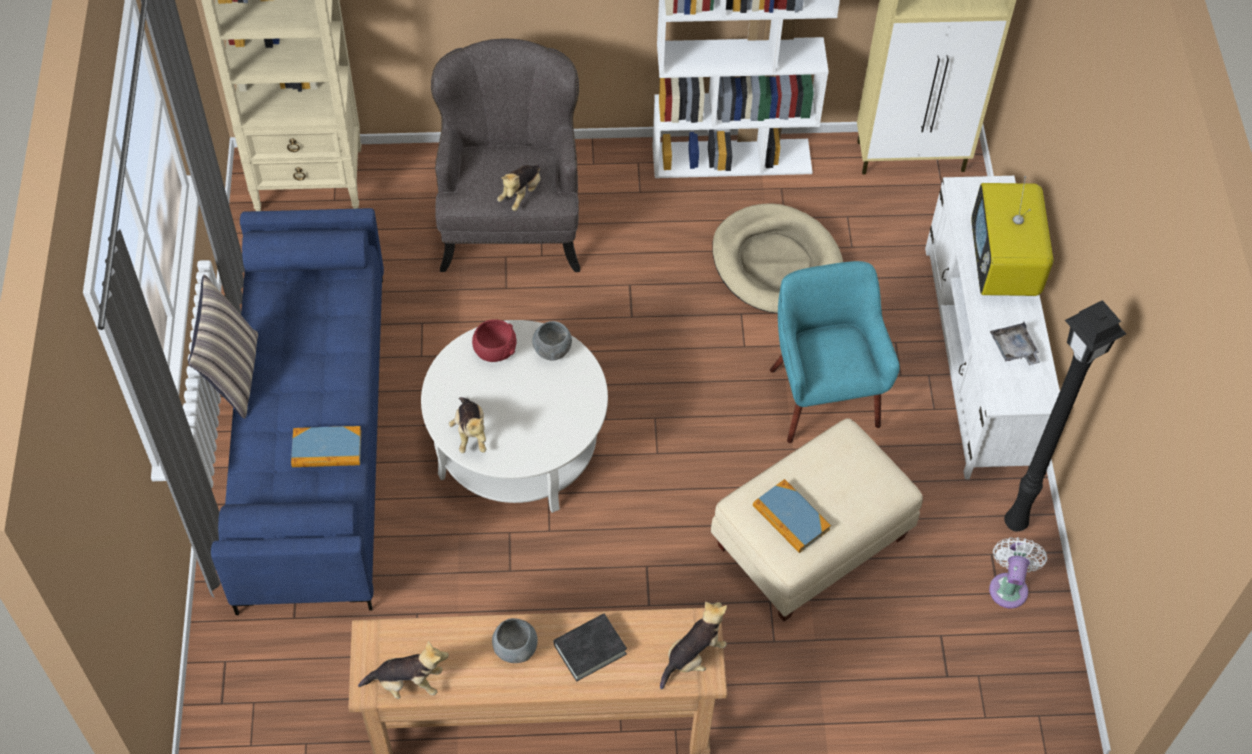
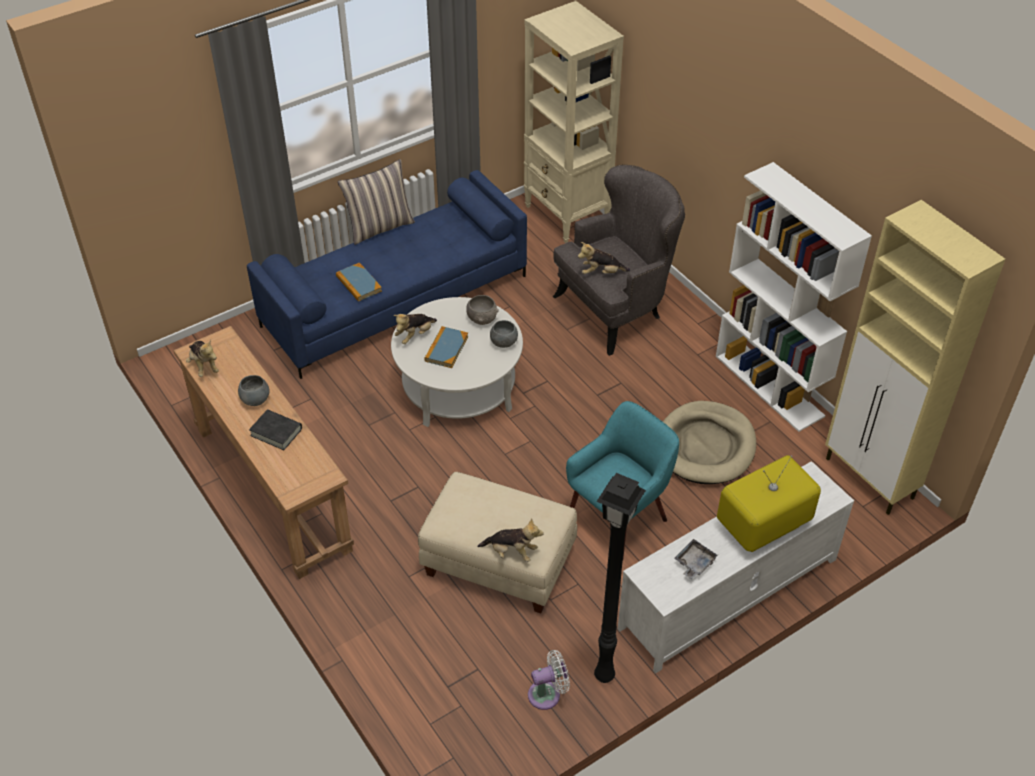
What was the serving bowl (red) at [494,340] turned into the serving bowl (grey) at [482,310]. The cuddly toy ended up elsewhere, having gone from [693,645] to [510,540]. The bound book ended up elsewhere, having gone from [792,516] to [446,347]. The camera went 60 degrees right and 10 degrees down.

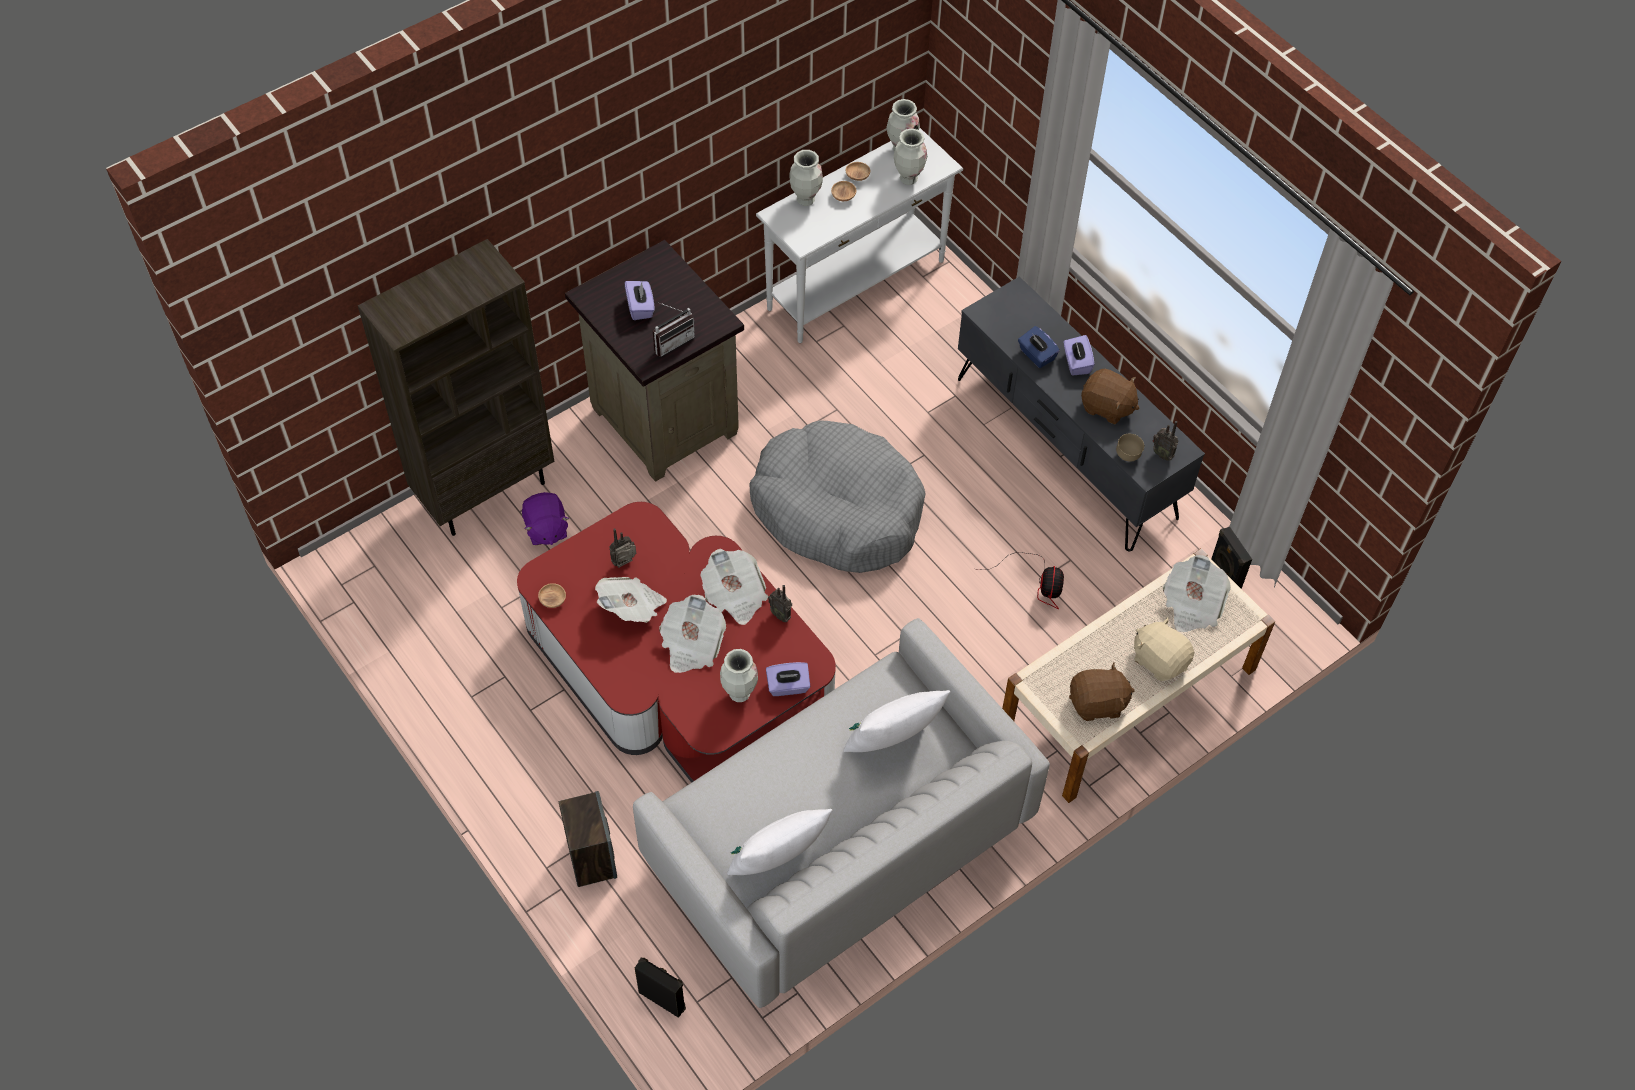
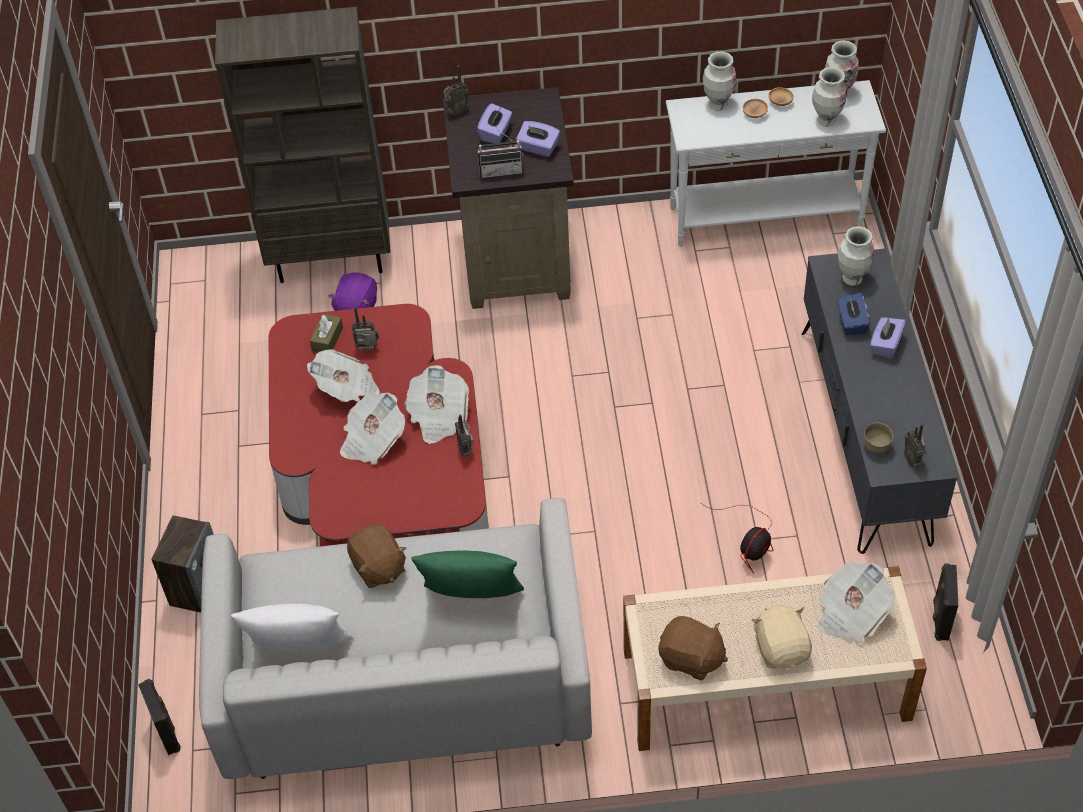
The second view lost the serving bowl (brown) at [552,595]. The decorative vase ended up elsewhere, having gone from [739,675] to [856,256]. The second view lost the pet bed (grey) at [838,497]. The tissue box (purple-coloured) ended up elsewhere, having gone from [788,679] to [538,139]. What was the pillow (white) at [896,721] turned into the pillow (green-coloured) at [467,574]. The cuddly toy (brown) ended up elsewhere, having gone from [1110,397] to [376,556]. The second view gained the tissue box (brown) at [326,333]. The second view gained the radio set at [456,90]. The camera went 35 degrees right and 5 degrees down.

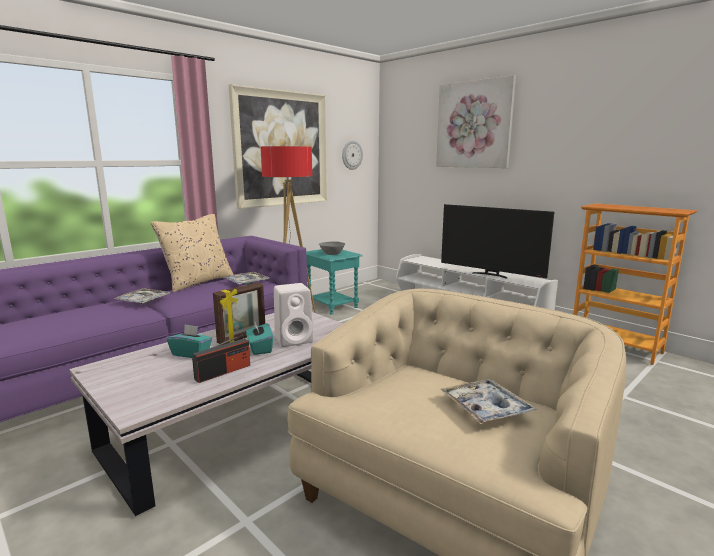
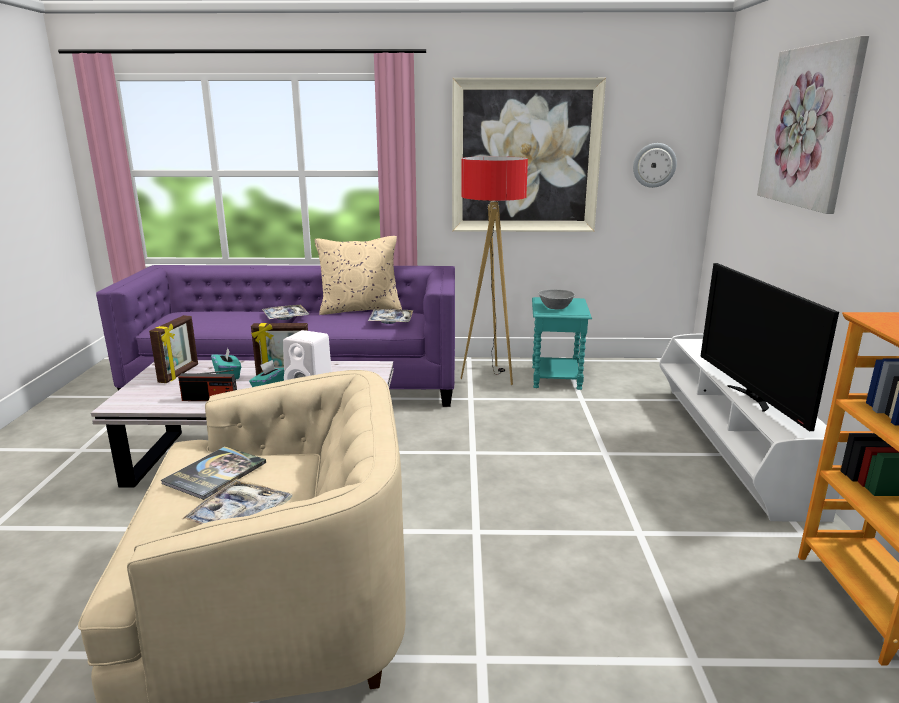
The second view gained the picture frame at [173,349]. The second view gained the bound book at [213,473]. The camera went 45 degrees right and 5 degrees up.

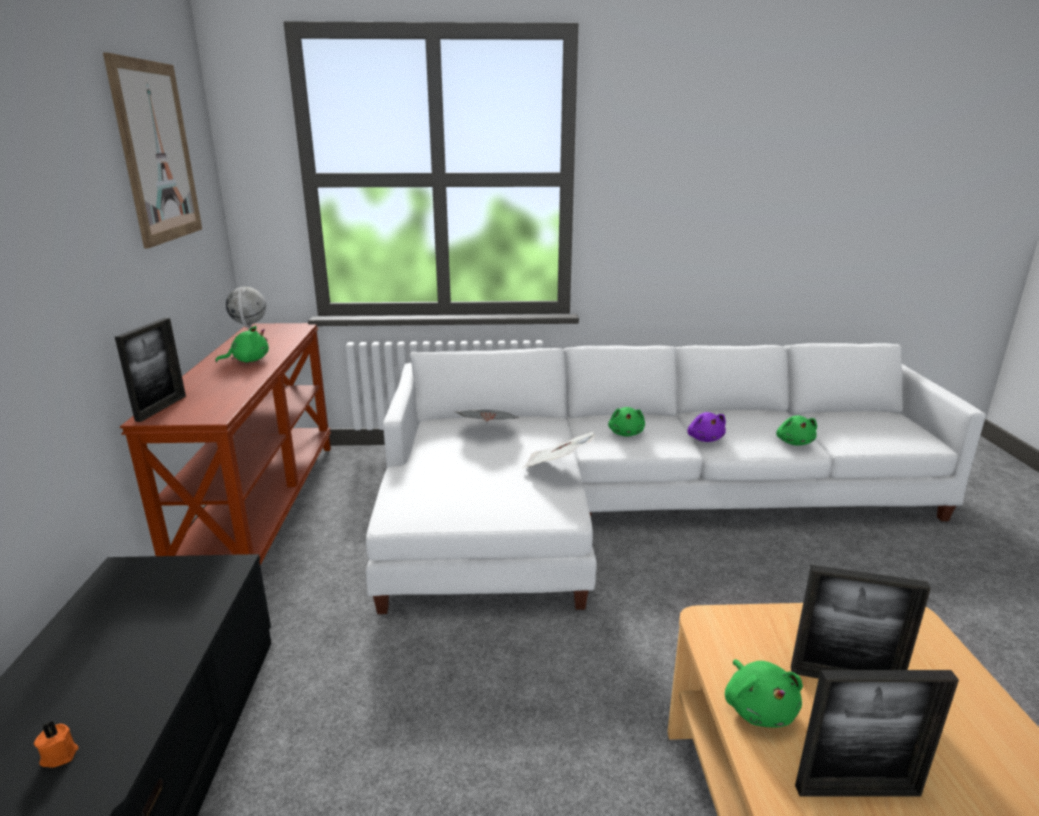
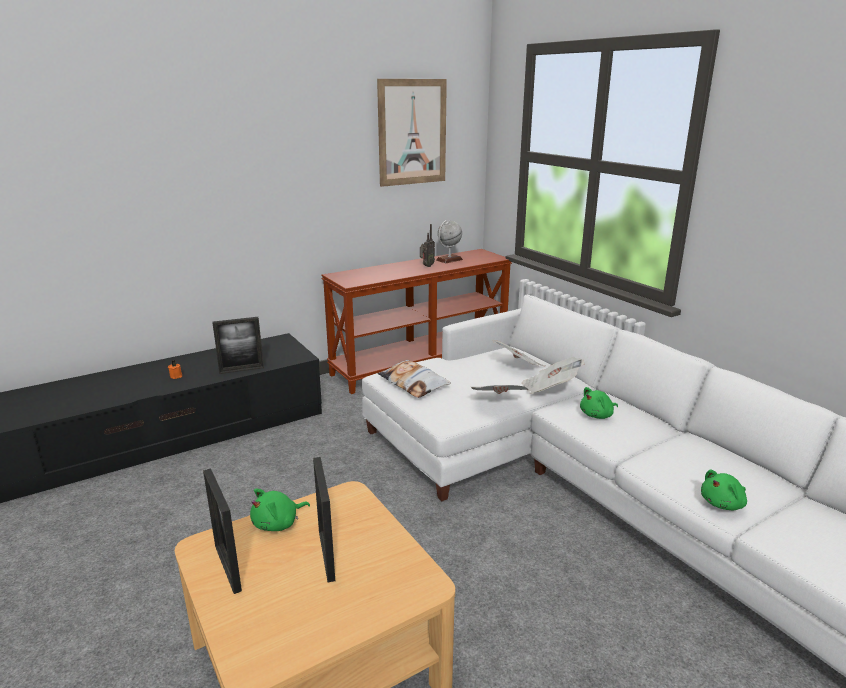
The picture frame ended up elsewhere, having gone from [150,370] to [238,345]. Where the cuddly toy (green-coloured) stood at [242,344], the radio set came to stand at [427,245]. The second view lost the cuddly toy (purple-coloured) at [706,427]. The second view gained the pillow at [414,379]. The second view gained the daily paper at [553,375]. The camera went 60 degrees right and 0 degrees up.

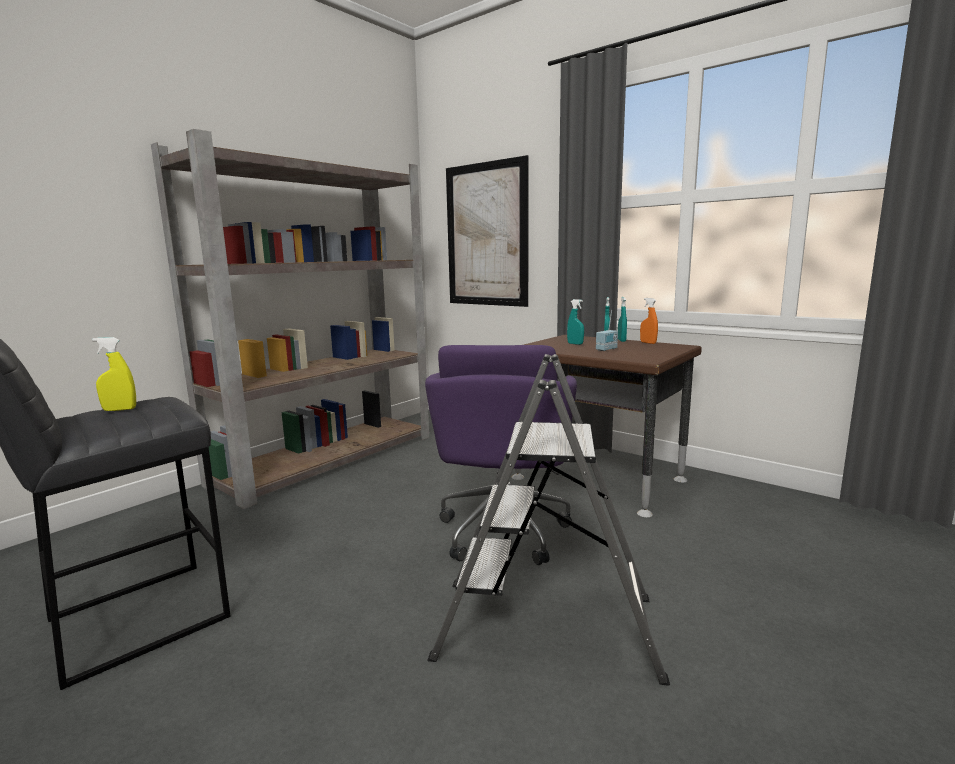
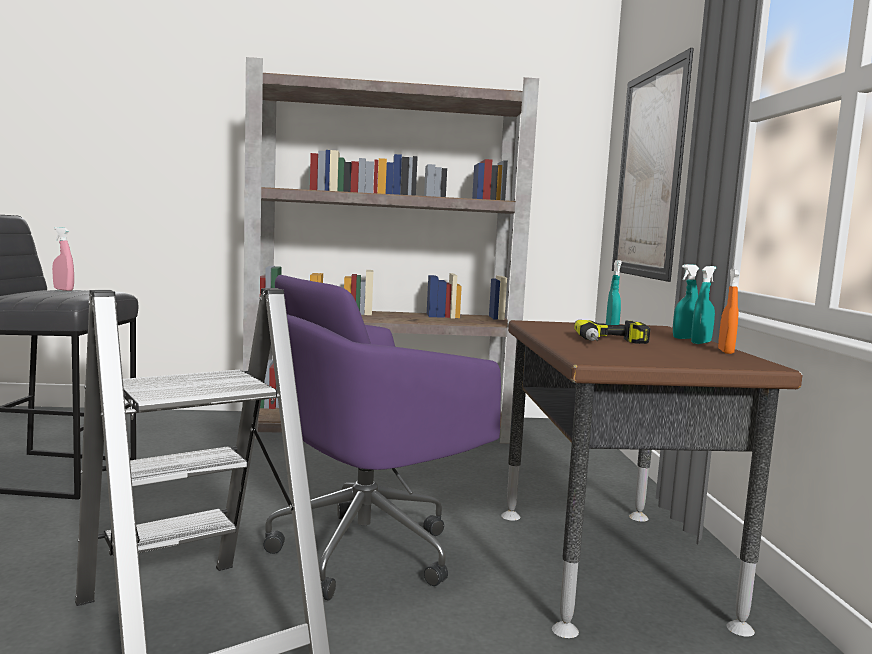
What was the hand sprayer (yellow-coloured) at [114,374] turned into the hand sprayer (pink-coloured) at [63,259]. Where the radio set stood at [607,330], the electric drill came to stand at [612,332]. The camera went 45 degrees right and 5 degrees down.

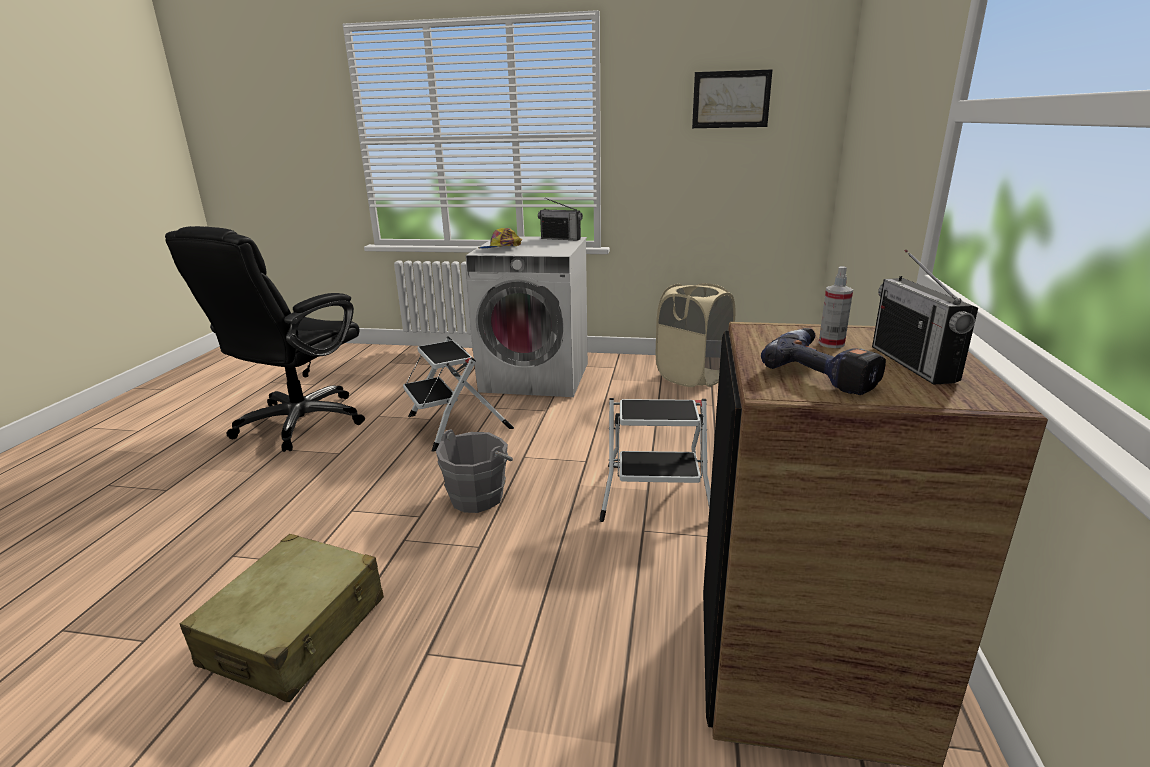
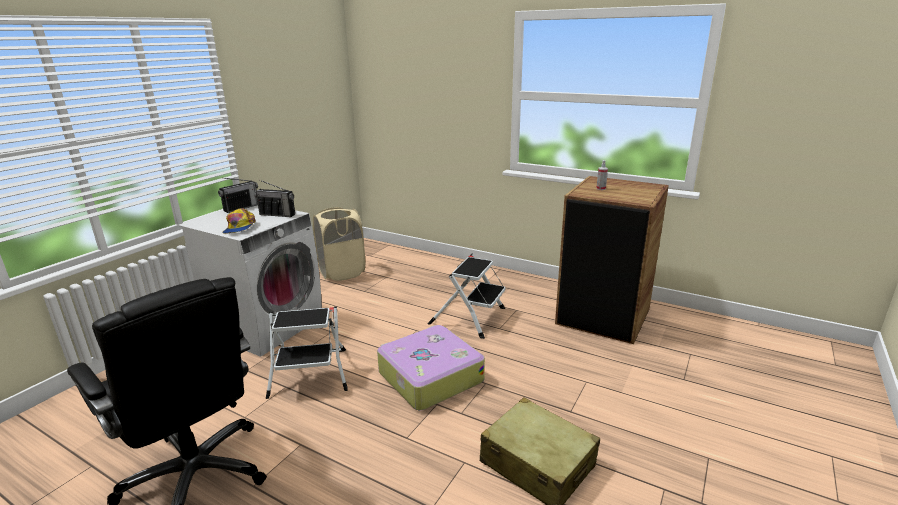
Where the bucket (grey) stood at [474,471], the travel case came to stand at [431,367]. The second view lost the wall art at [732,98]. The second view lost the electric drill at [823,361]. The radio set ended up elsewhere, having gone from [925,317] to [274,198]. The camera went 70 degrees left and 0 degrees up.

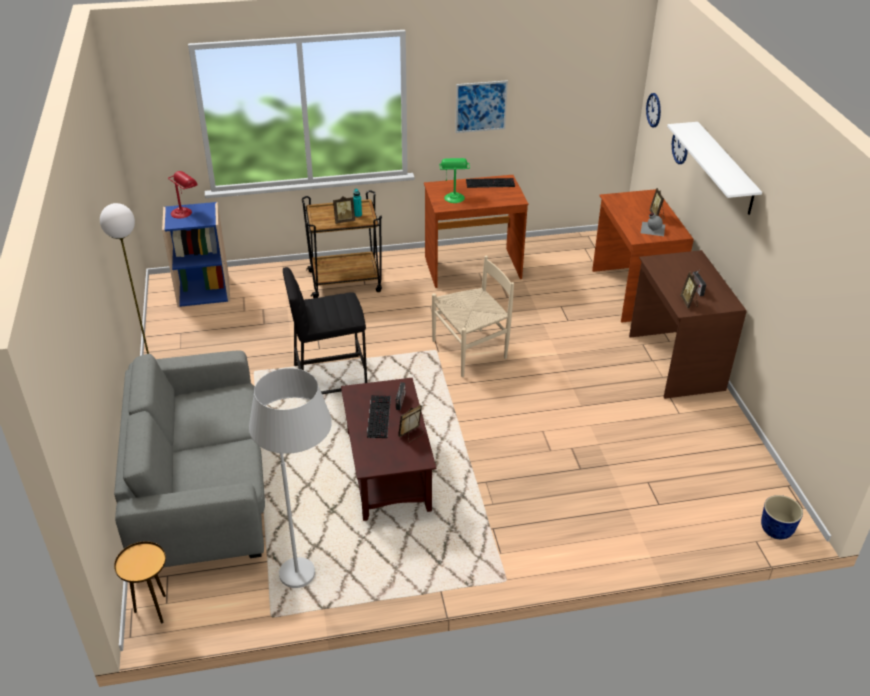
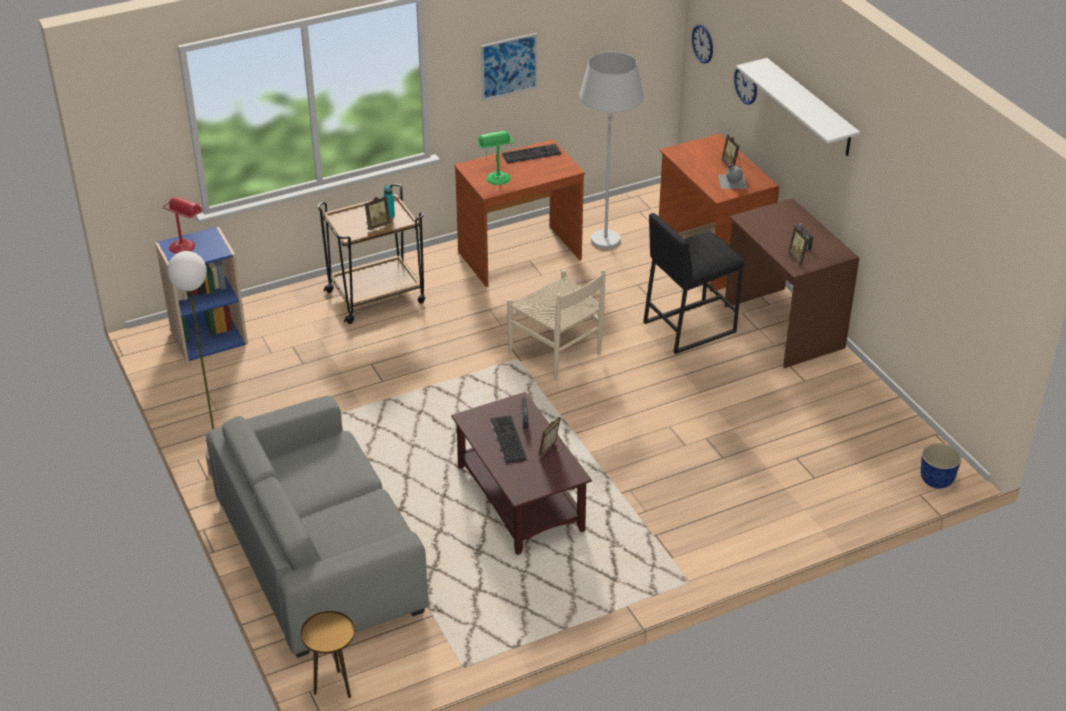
The floor lamp (white) ended up elsewhere, having gone from [290,478] to [611,150]. The stool seat (blackish) ended up elsewhere, having gone from [325,330] to [693,283]. The plain chair (beige) at [473,316] ended up facing another way, 90 degrees clockwise from before. The camera went 15 degrees left and 0 degrees up.

